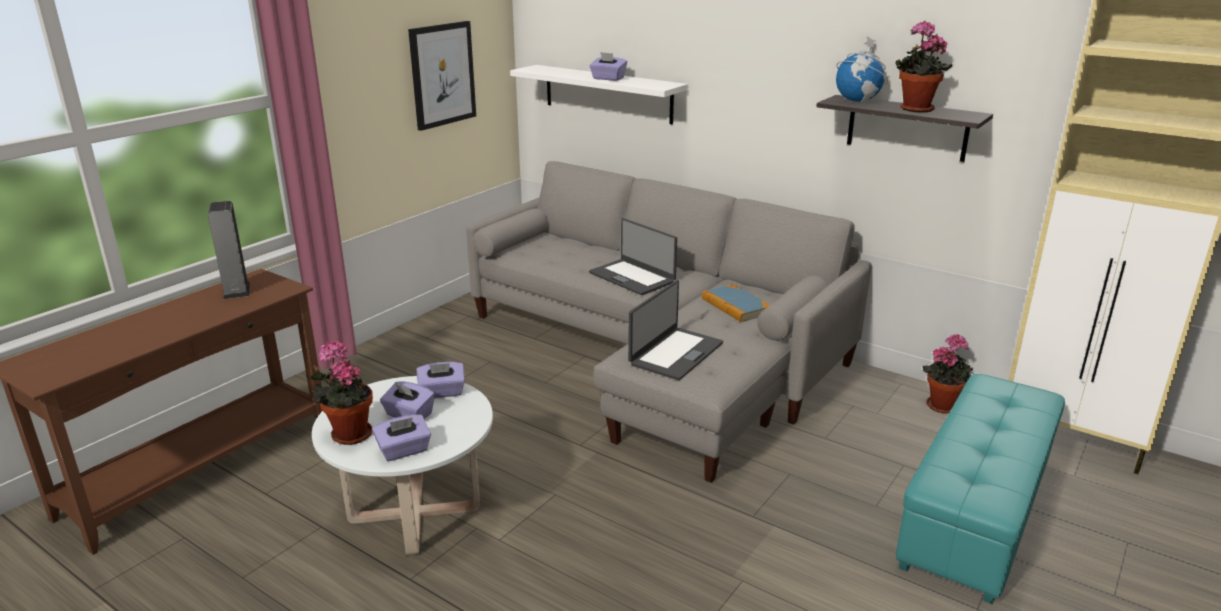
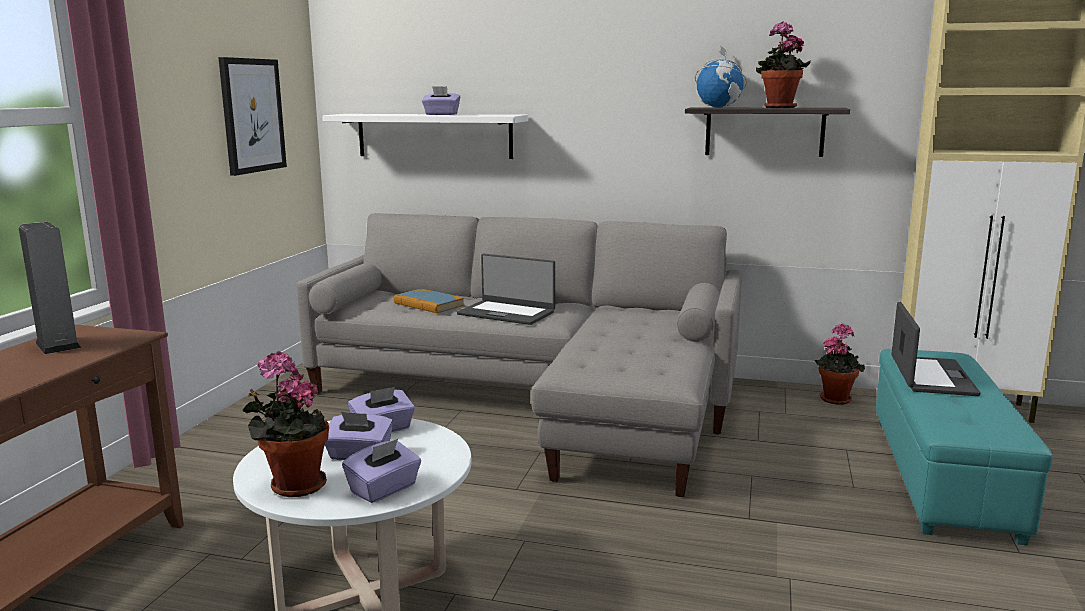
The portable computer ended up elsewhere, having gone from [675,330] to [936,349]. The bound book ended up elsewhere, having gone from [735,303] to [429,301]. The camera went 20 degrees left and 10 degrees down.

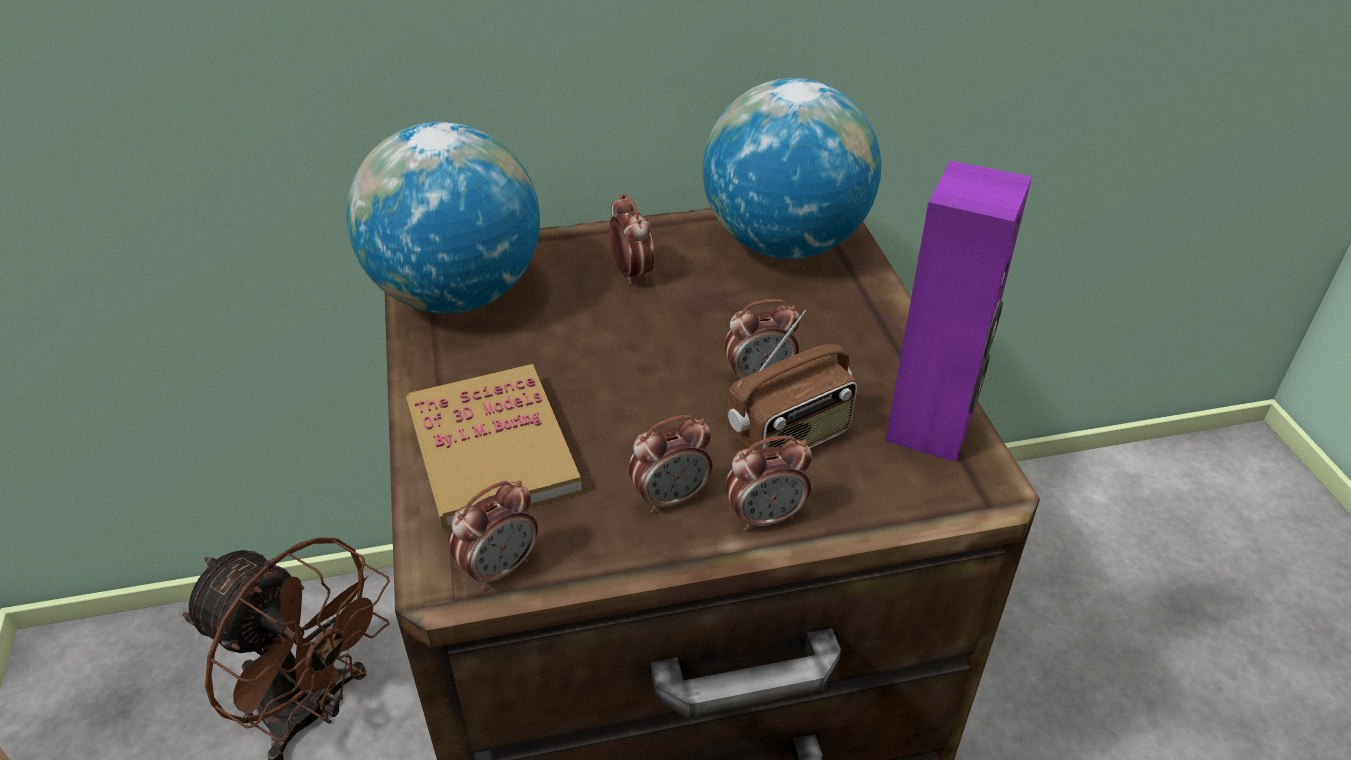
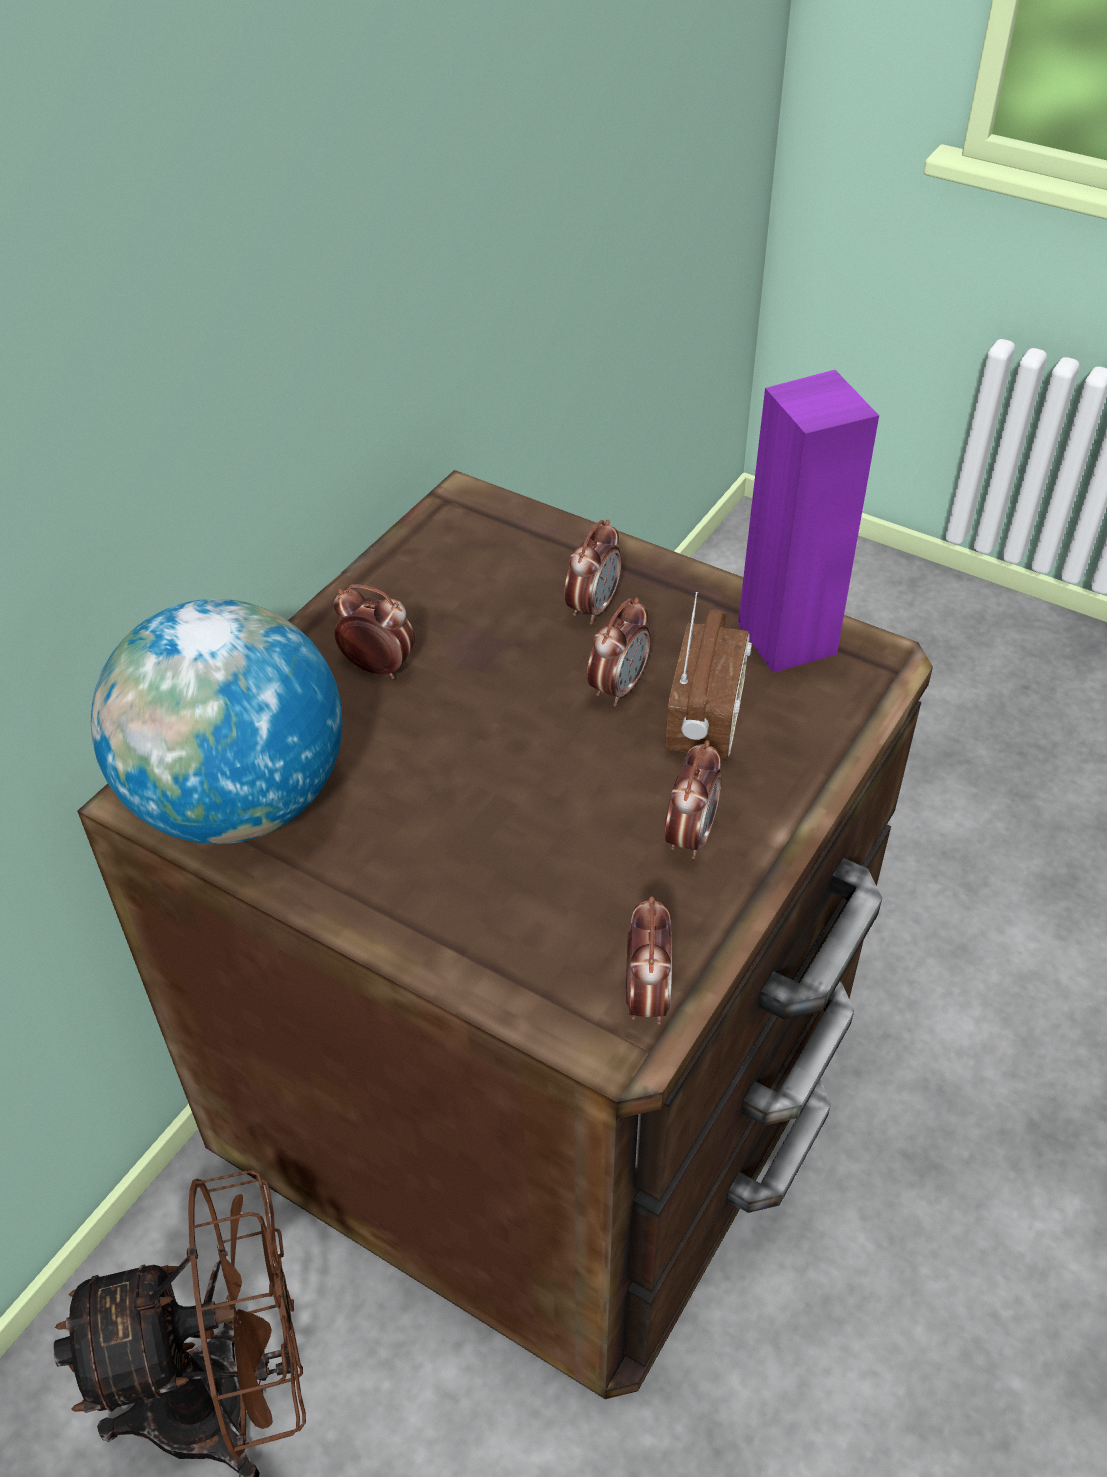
The second view lost the bound book at [494,447]. The second view lost the globe at [792,168]. The alarm clock ended up elsewhere, having gone from [768,483] to [592,572]. The camera went 45 degrees left and 5 degrees up.

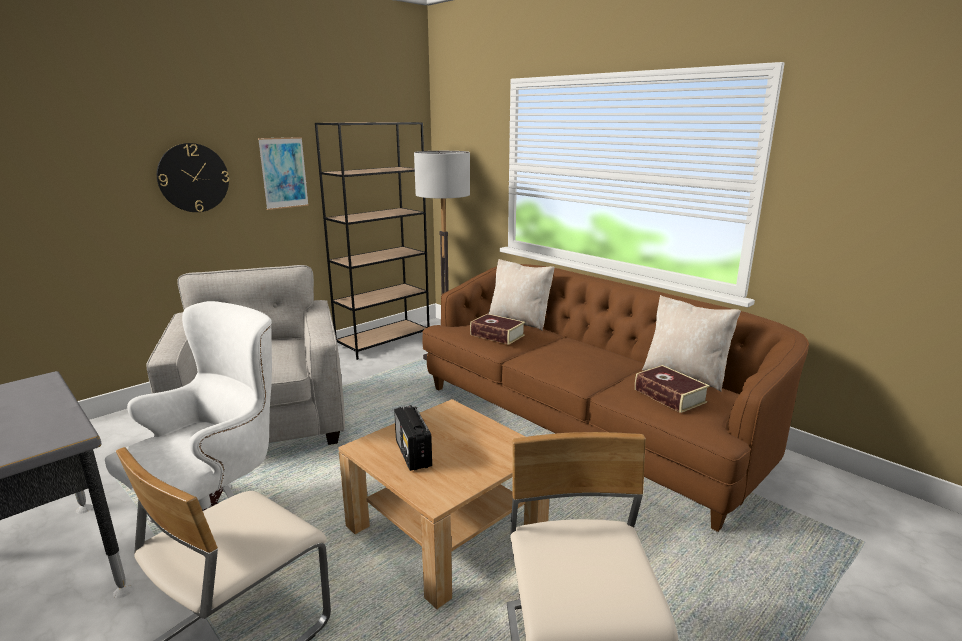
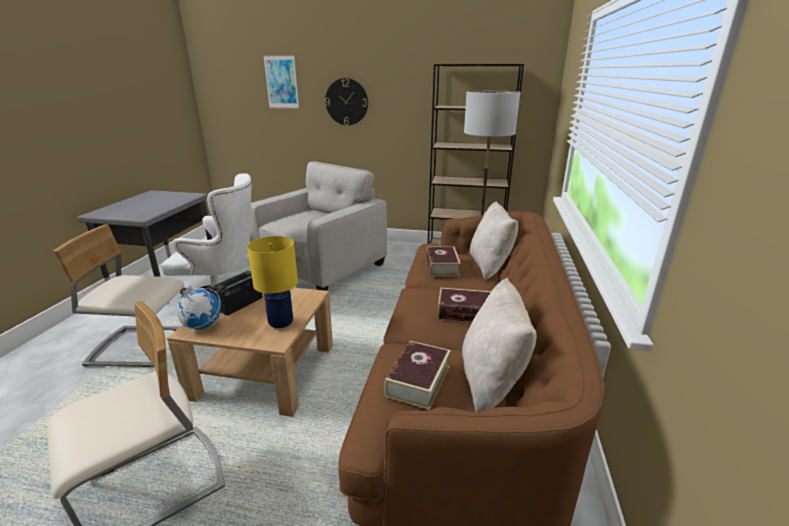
The wall art ended up elsewhere, having gone from [283,173] to [281,82]. The second view gained the globe at [198,307]. The second view gained the tabletop lamp (yellow-coloured) at [272,282]. The second view gained the bound book at [464,305]. The camera went 55 degrees right and 5 degrees up.

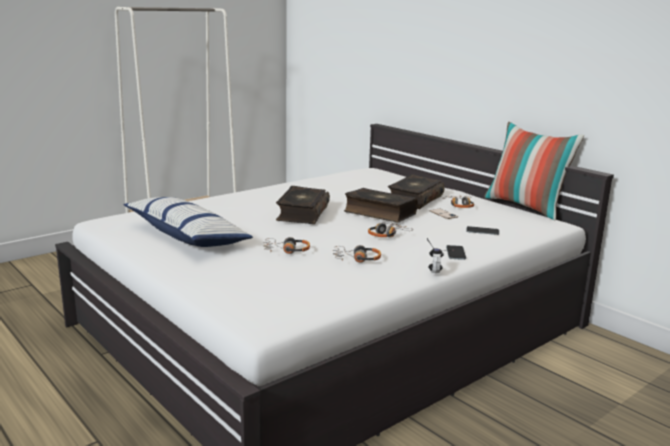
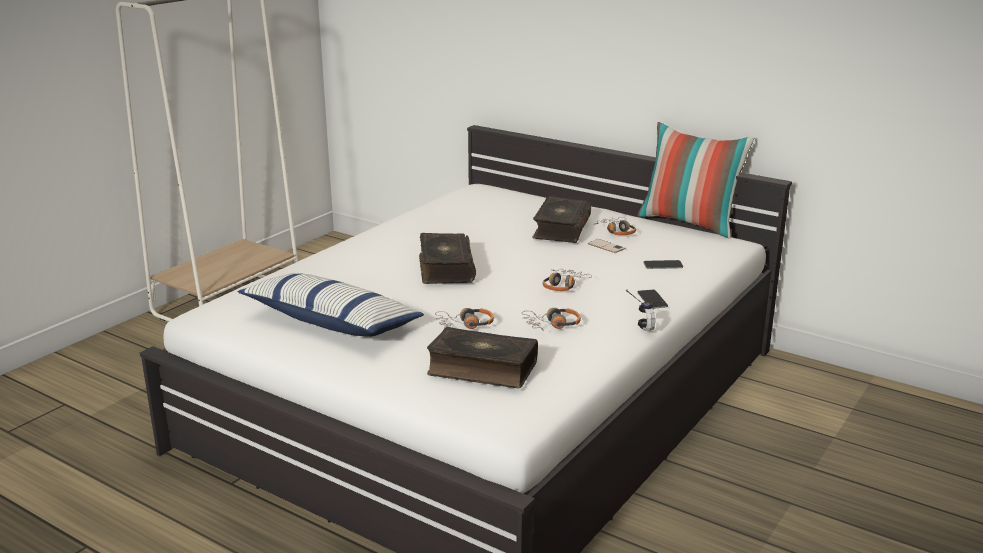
The bound book ended up elsewhere, having gone from [381,205] to [482,357]. The camera went 15 degrees left and 5 degrees up.

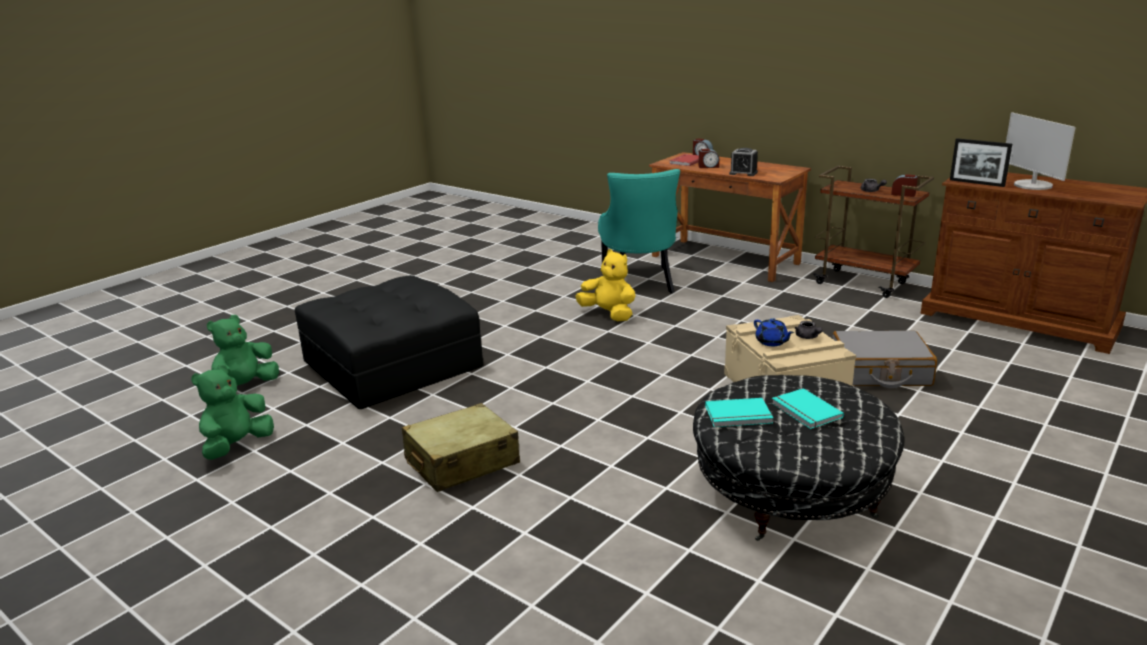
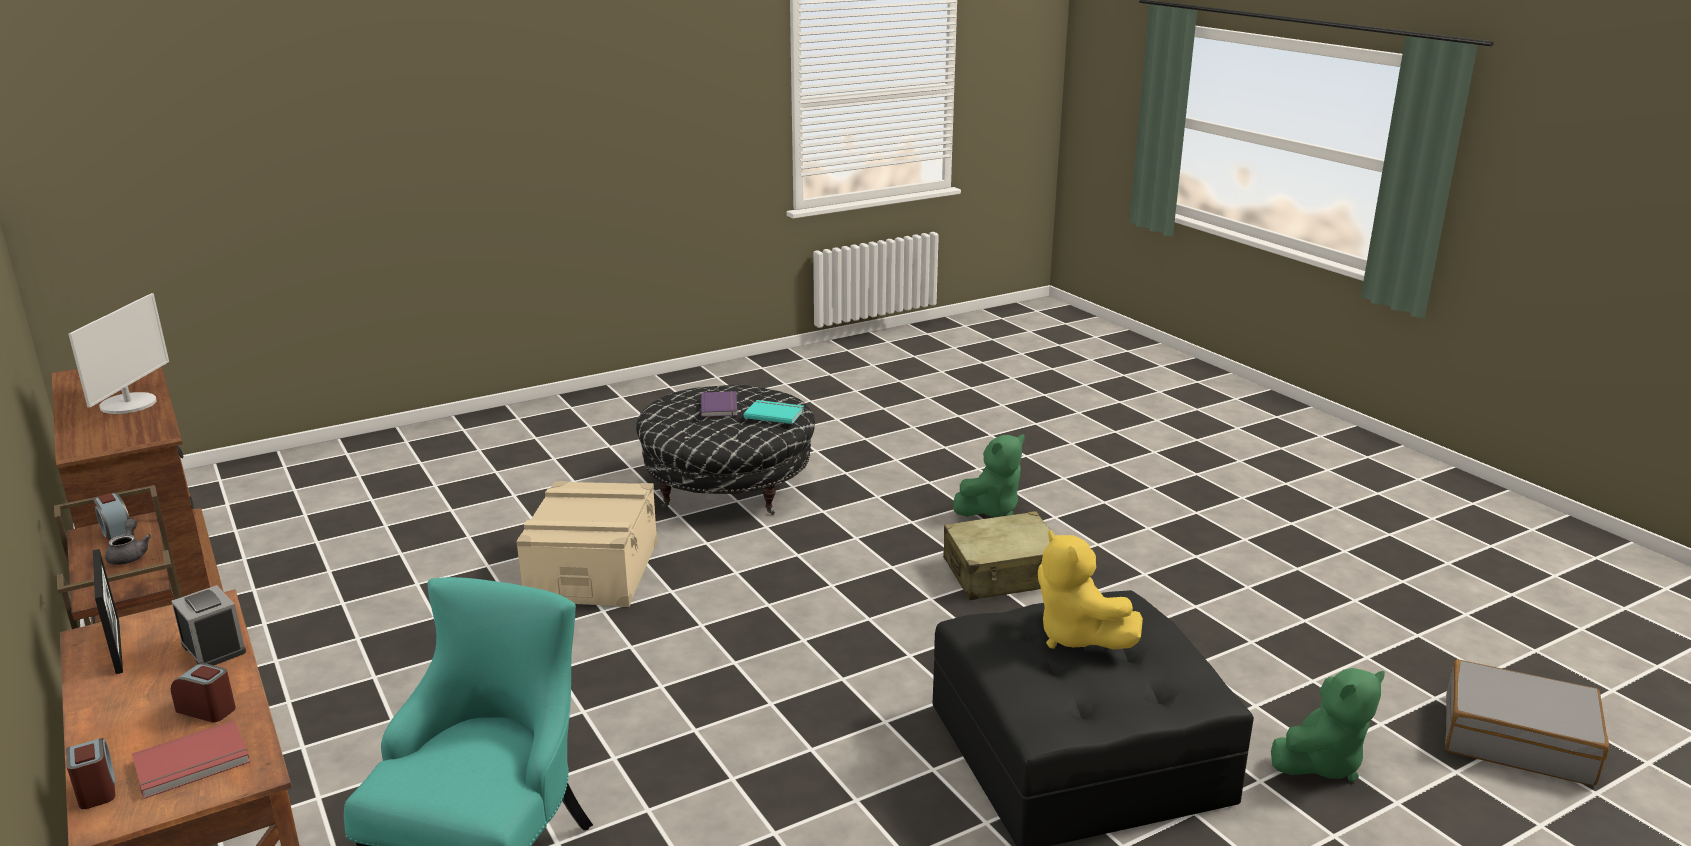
The cuddly toy (green-coloured) ended up elsewhere, having gone from [232,412] to [989,476]. The cuddly toy (yellow-coloured) ended up elsewhere, having gone from [605,285] to [1090,589]. The second view lost the teapot (bluish) at [774,332]. What was the bound book (turquoise-coloured) at [808,408] turned into the bound book (purple-coloured) at [719,404]. The second view lost the teapot (grey) at [808,330]. The travel case (grey) ended up elsewhere, having gone from [884,359] to [1527,723]. The picture frame ended up elsewhere, having gone from [981,162] to [108,611]. The camera went 160 degrees left and 0 degrees up.

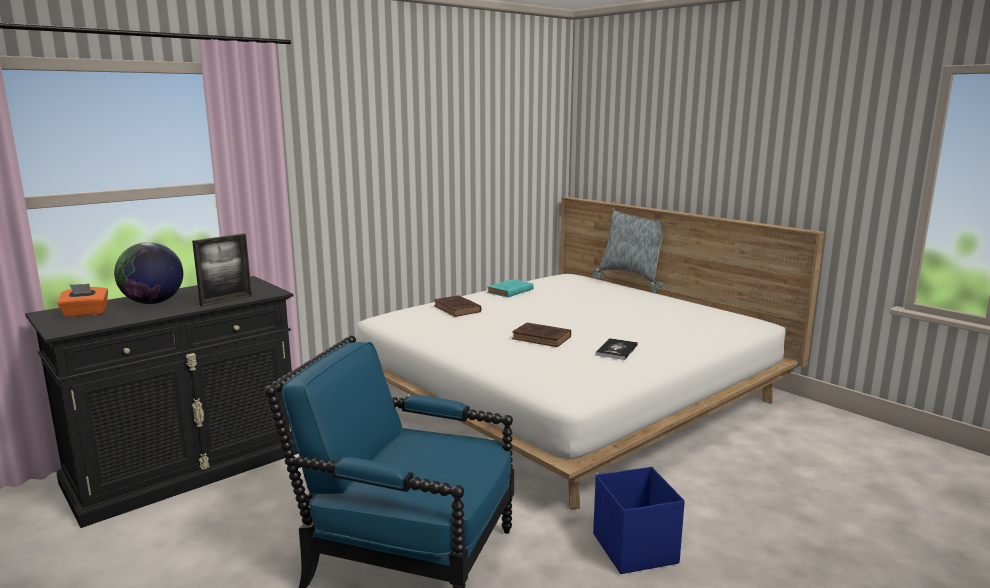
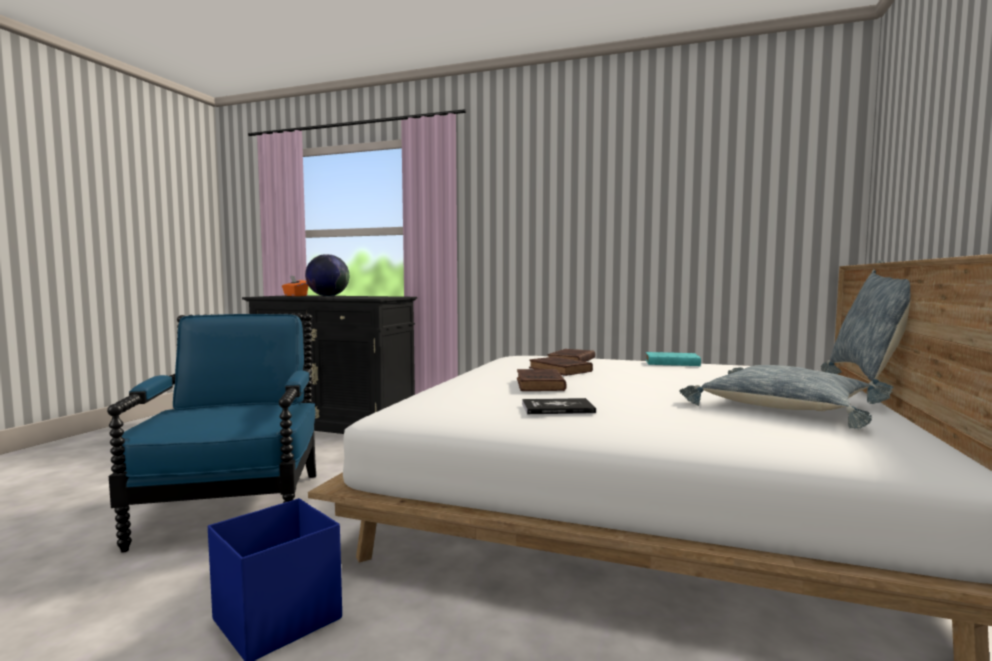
The second view lost the picture frame at [222,270]. The second view gained the bound book (brown) at [561,366]. The second view gained the pillow at [786,397]. The camera went 60 degrees right and 10 degrees down.

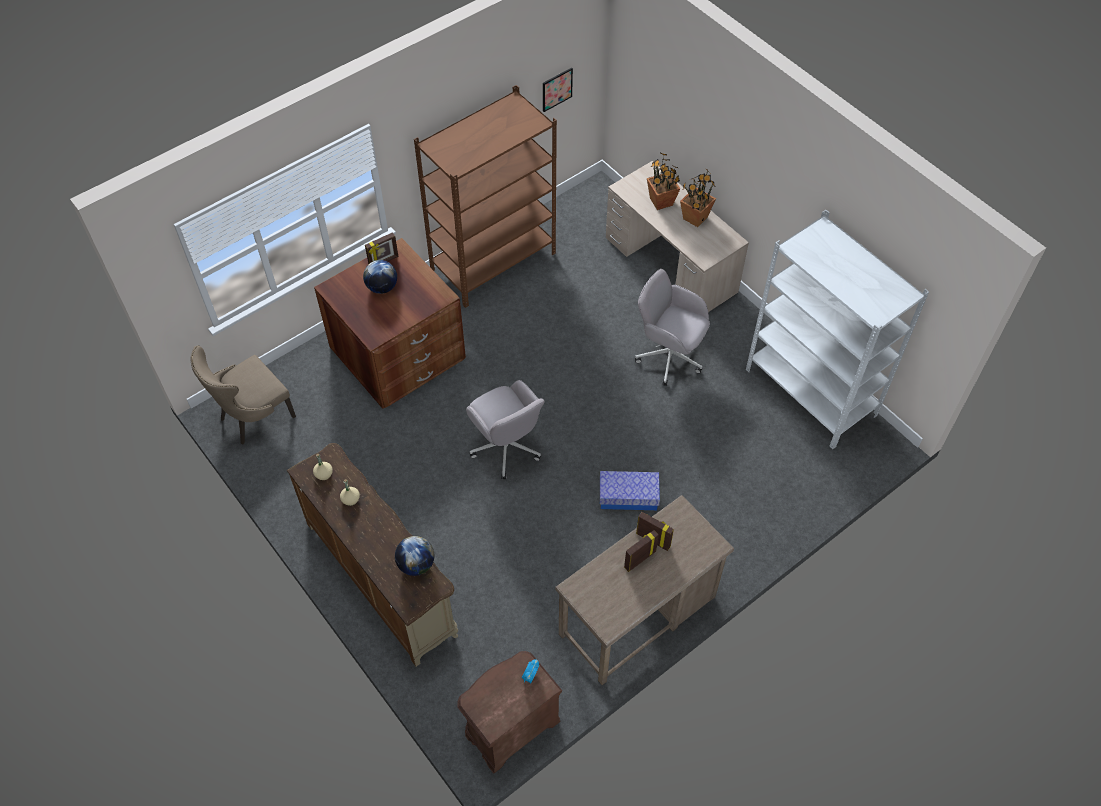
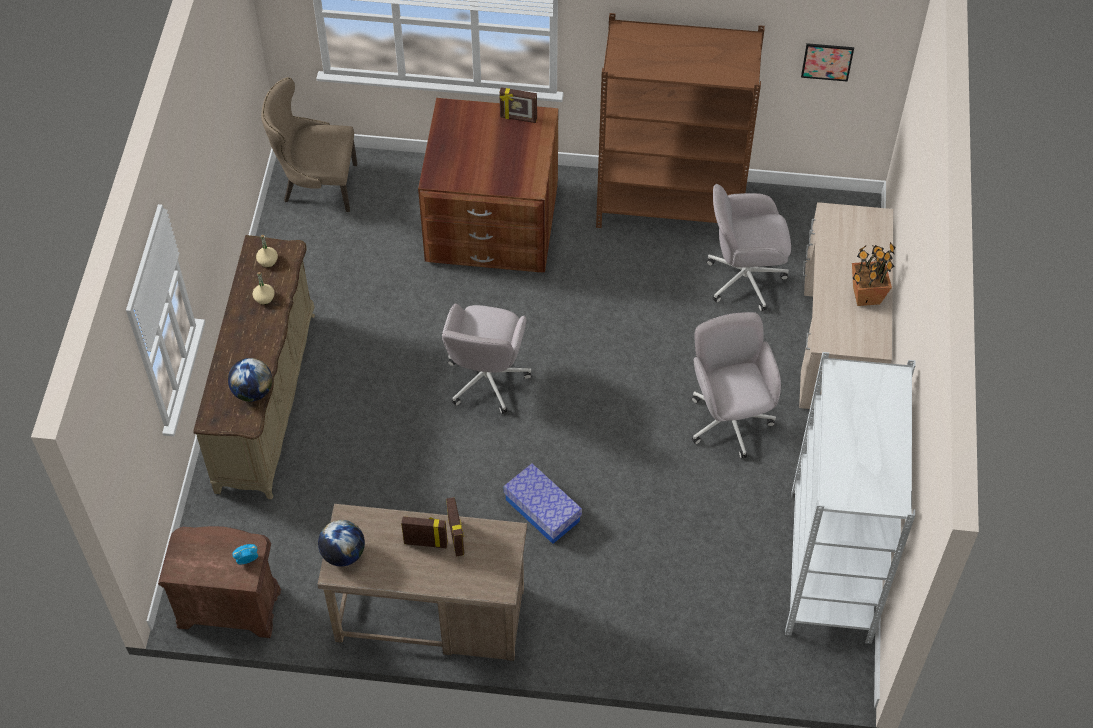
The globe ended up elsewhere, having gone from [380,277] to [341,543]. The second view lost the houseplant at [663,181]. The second view gained the desk chair (grey) at [749,247]. The camera went 45 degrees right and 0 degrees up.

